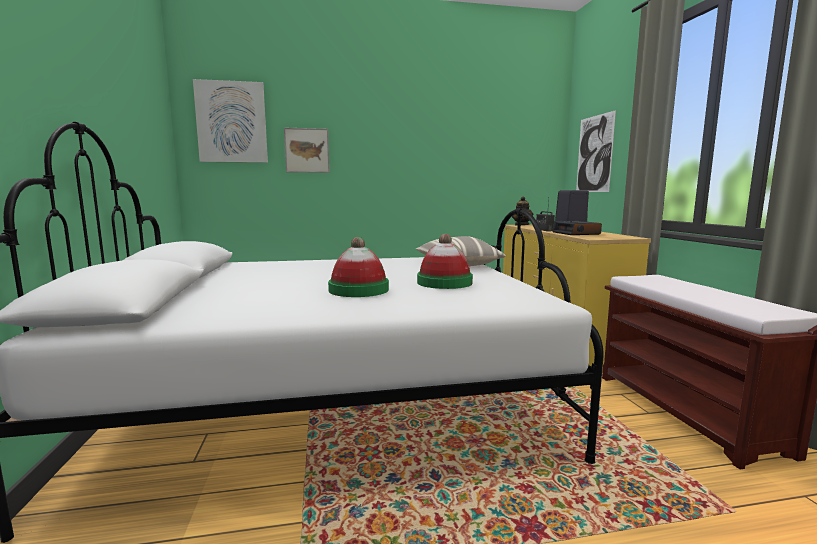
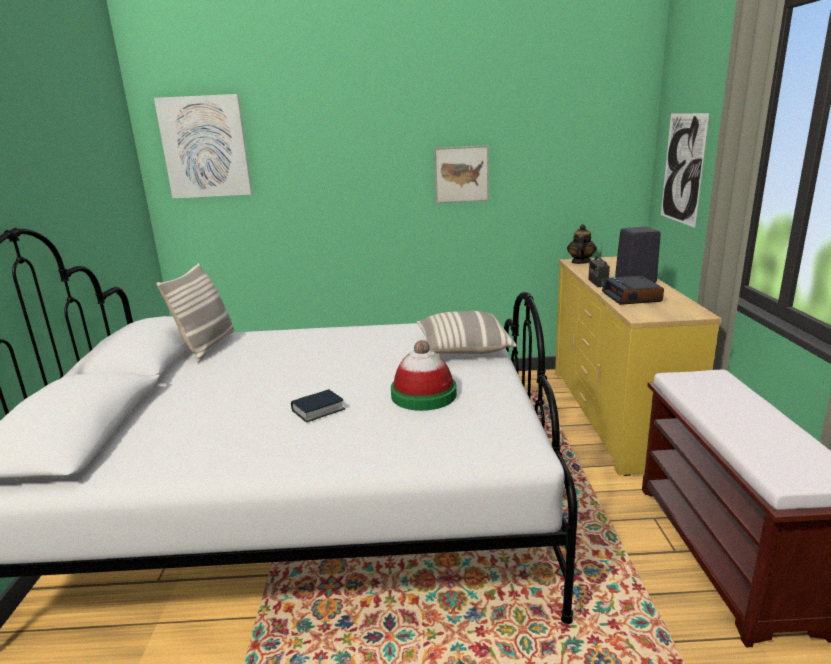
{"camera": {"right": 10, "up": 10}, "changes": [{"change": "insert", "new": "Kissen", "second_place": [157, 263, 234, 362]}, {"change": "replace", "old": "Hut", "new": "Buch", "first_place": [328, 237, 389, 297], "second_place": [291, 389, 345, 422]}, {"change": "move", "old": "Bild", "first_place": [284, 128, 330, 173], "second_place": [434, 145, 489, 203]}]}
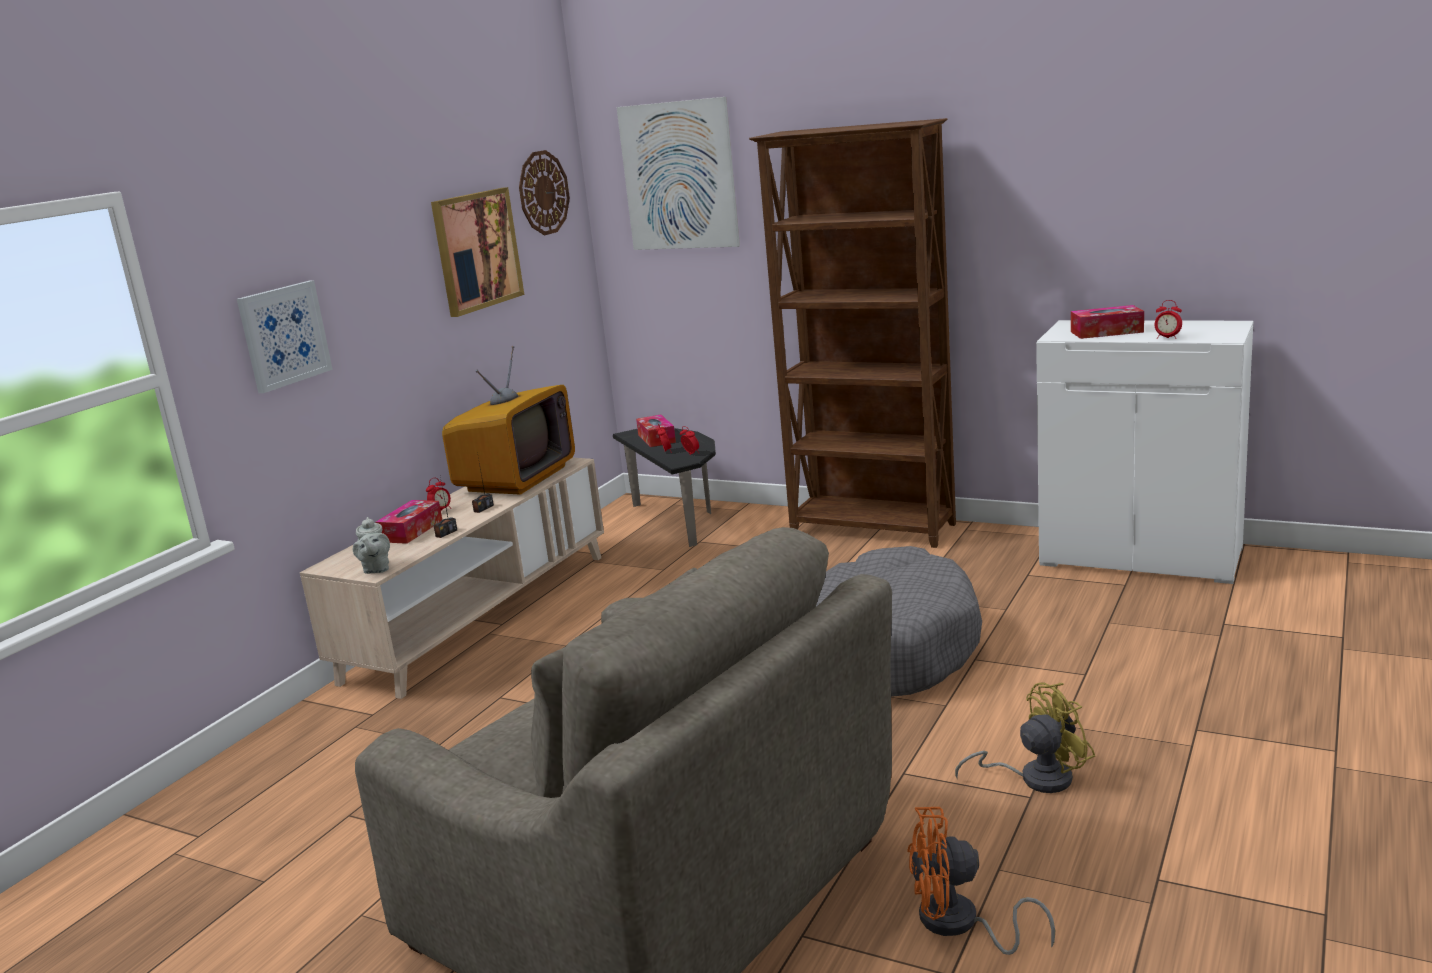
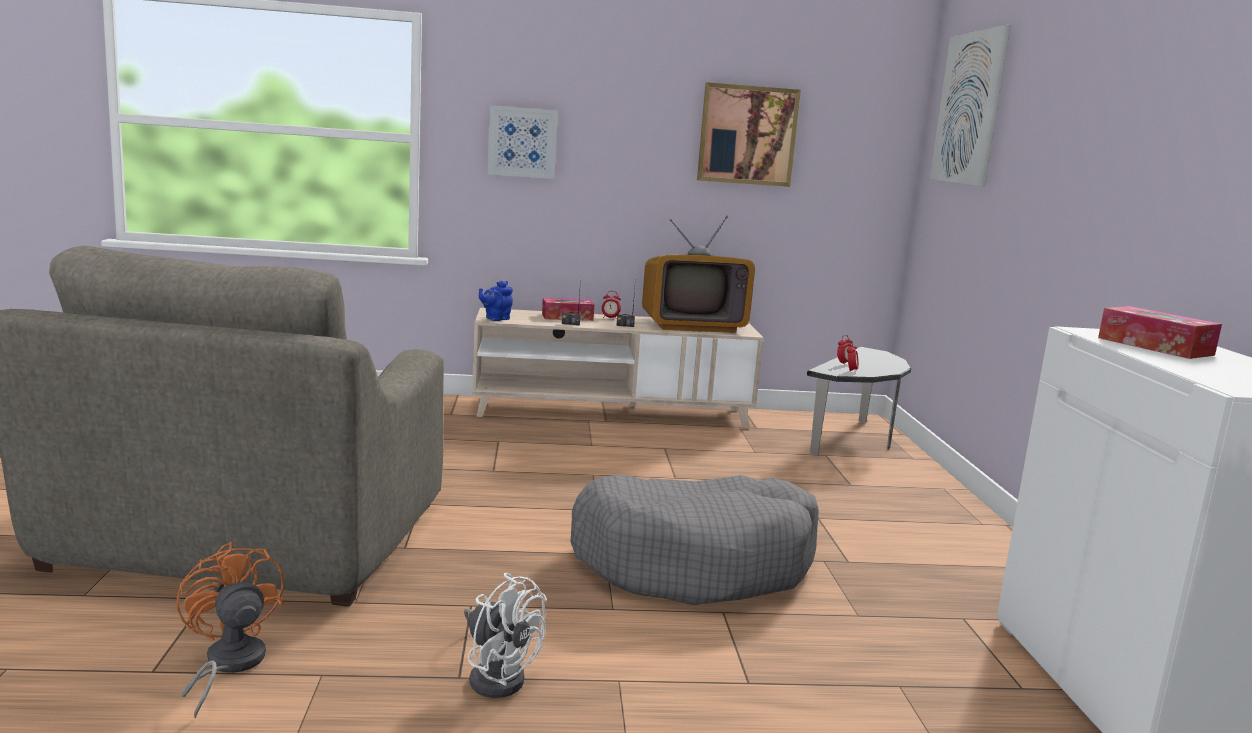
{"camera": {"right": 55, "up": -5}, "changes": [{"change": "recolor", "old": "Ventilator/gelb", "new": "Ventilator/weiß", "first_place": [955, 682, 1095, 793], "second_place": [464, 573, 547, 698]}, {"change": "recolor", "old": "Teekanne/grau", "new": "Teekanne/blau", "first_place": [353, 517, 390, 574], "second_place": [479, 281, 513, 321]}, {"change": "delete", "old": "Wanduhr", "first_place": [519, 150, 570, 235]}, {"change": "delete", "old": "Taschentuchbox", "first_place": [636, 415, 676, 447]}, {"change": "delete", "old": "Bücherregal/braun", "first_place": [749, 118, 956, 548]}, {"change": "delete", "old": "Wecker", "first_place": [1155, 300, 1182, 339]}]}
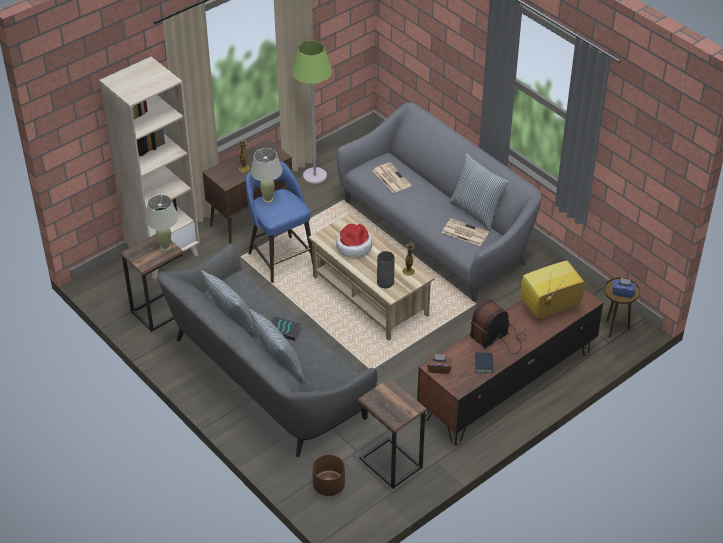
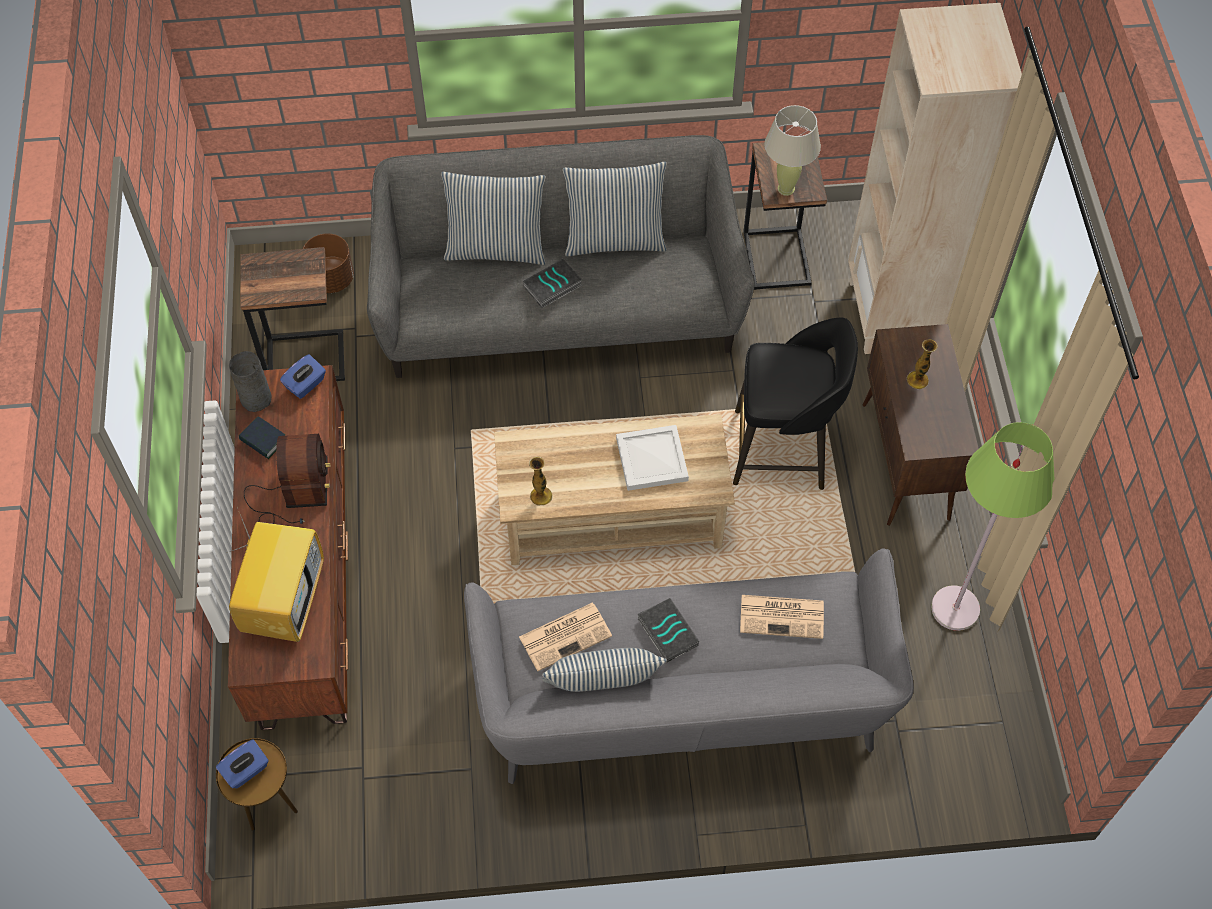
{"camera": {"right": 125, "up": 15}, "changes": [{"change": "move", "old": "Vase/grau", "first_place": [377, 251, 395, 288], "second_place": [229, 351, 272, 412]}, {"change": "recolor", "old": "Taschentuchbox/braun", "new": "Taschentuchbox/blau", "first_place": [427, 354, 452, 374], "second_place": [280, 354, 326, 399]}, {"change": "replace", "old": "Hut", "new": "Tablett/weiß", "first_place": [336, 224, 372, 258], "second_place": [616, 425, 689, 491]}, {"change": "insert", "new": "Buch", "second_place": [638, 598, 699, 663]}, {"change": "recolor", "old": "Hocker/blau", "new": "Hocker/schwarz", "first_place": [246, 161, 313, 283], "second_place": [733, 318, 858, 490]}, {"change": "delete", "old": "Tischlampe/beige", "first_place": [250, 148, 282, 203]}]}
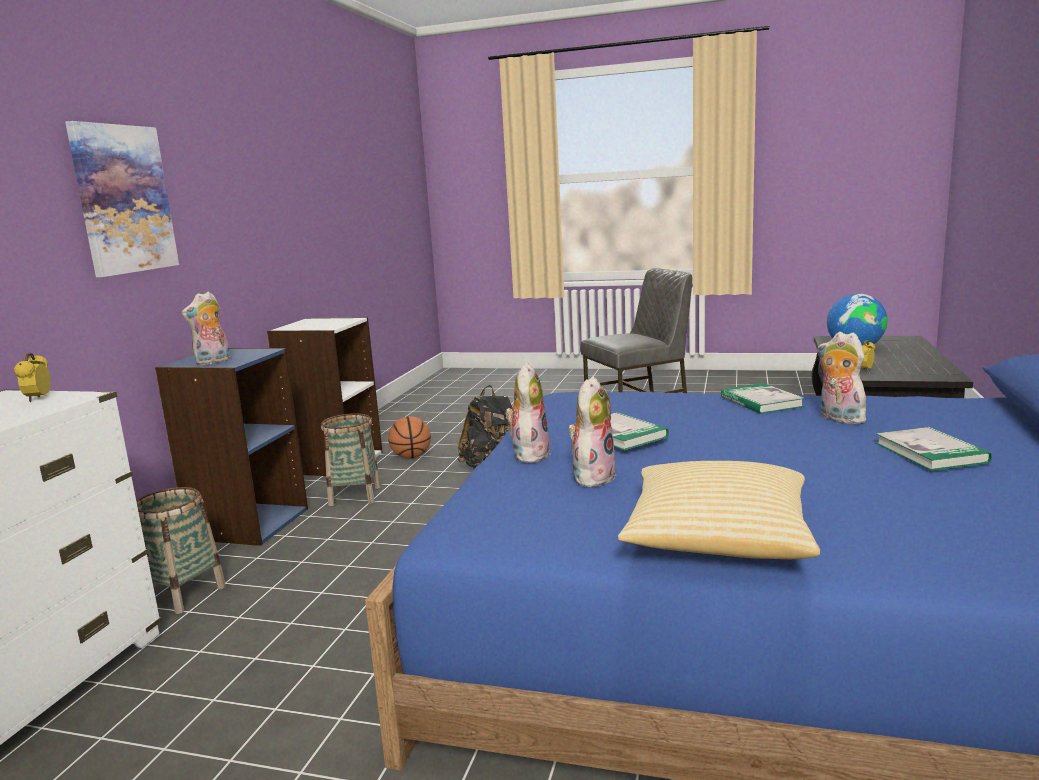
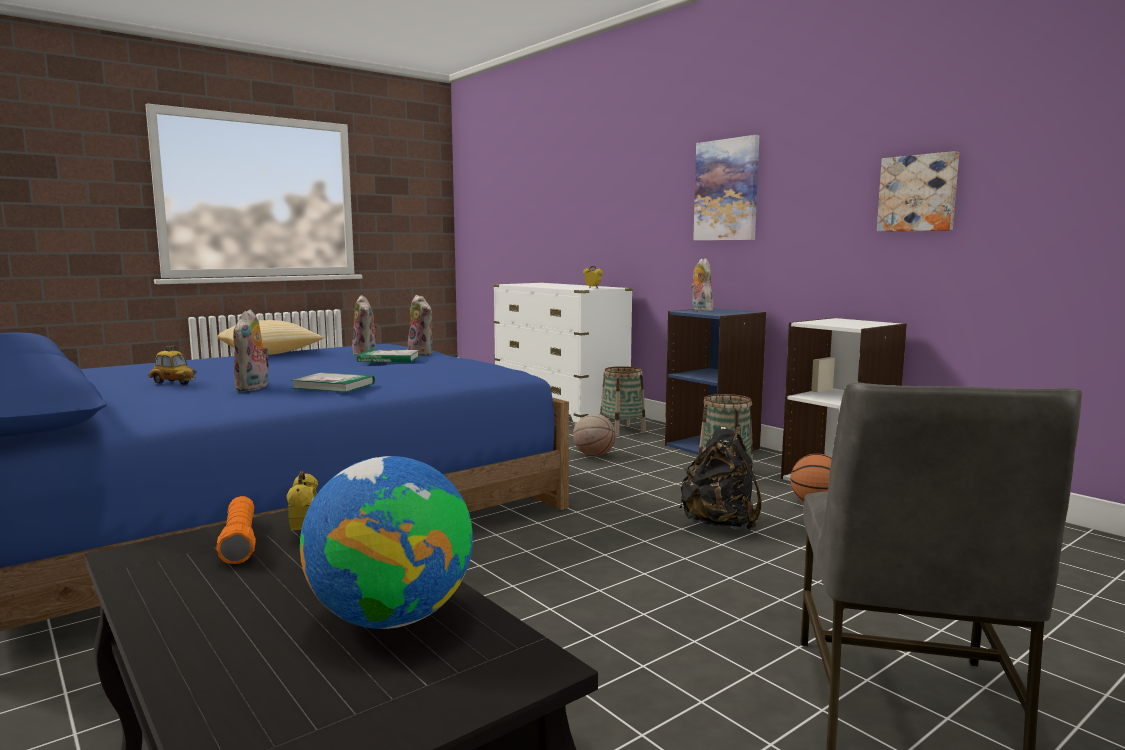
{"camera": {"right": 125, "up": -5}, "changes": [{"change": "replace", "old": "Buch", "new": "Spielzeugauto", "first_place": [876, 427, 992, 471], "second_place": [148, 346, 197, 385]}, {"change": "insert", "new": "Taschenlampe/orange", "second_place": [216, 496, 256, 564]}, {"change": "rotate", "old": "Plüschtier", "first_place": [817, 332, 866, 424], "second_place": [233, 309, 270, 391], "degrees": 90}, {"change": "insert", "new": "Basketball", "second_place": [573, 414, 616, 457]}, {"change": "insert", "new": "Bild", "second_place": [877, 151, 959, 232]}]}
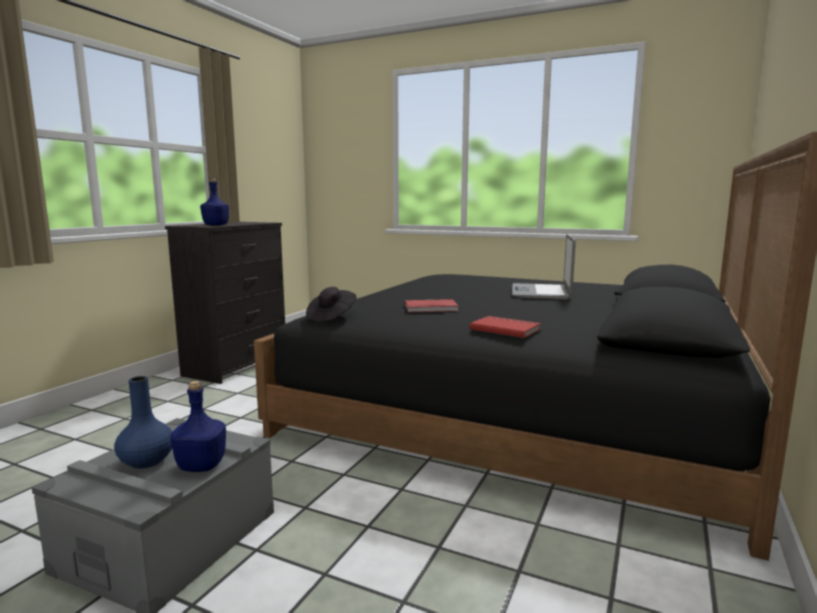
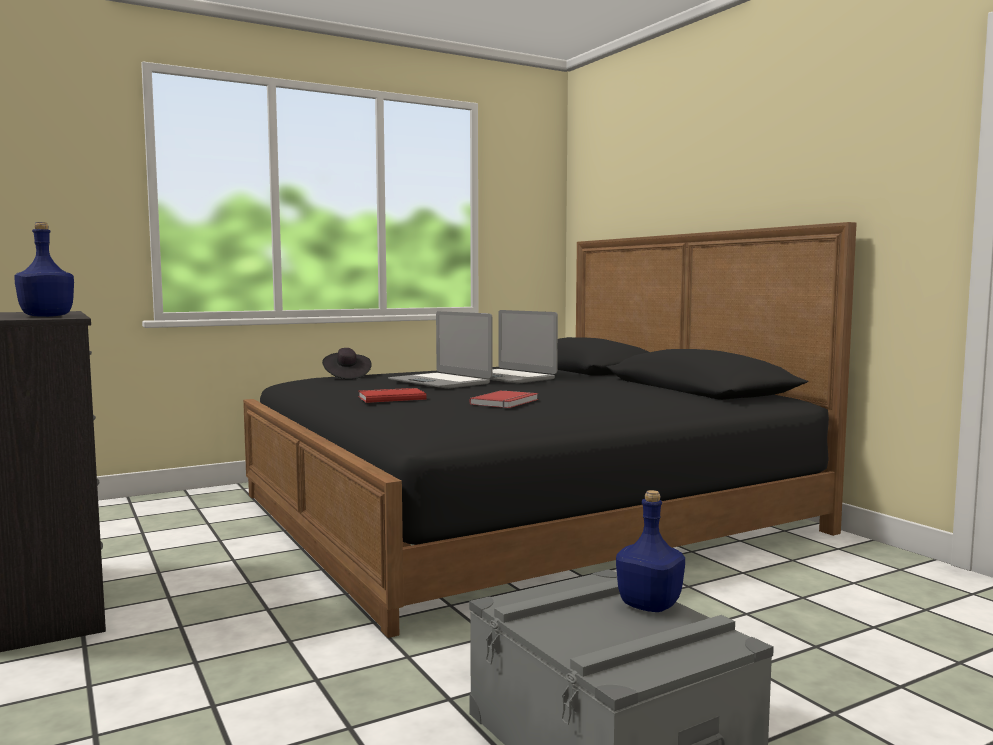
{"camera": {"right": -55, "up": -5}, "changes": [{"change": "move", "old": "Hut/schwarz", "first_place": [306, 287, 357, 322], "second_place": [322, 348, 372, 379]}, {"change": "move", "old": "Buch/rot", "first_place": [469, 316, 542, 338], "second_place": [358, 388, 427, 403]}, {"change": "insert", "new": "Laptop", "second_place": [388, 311, 492, 389]}, {"change": "delete", "old": "Vase/blau", "first_place": [114, 376, 173, 469]}]}
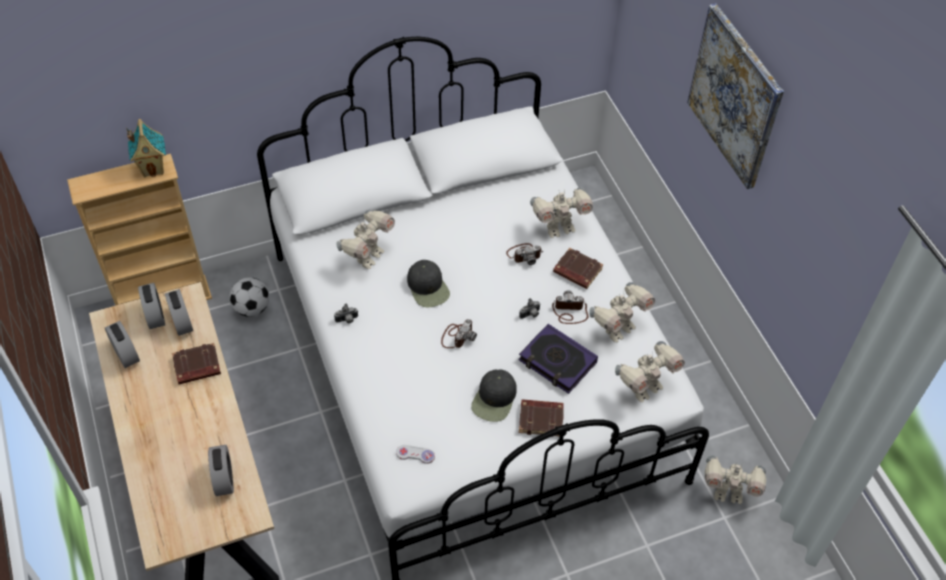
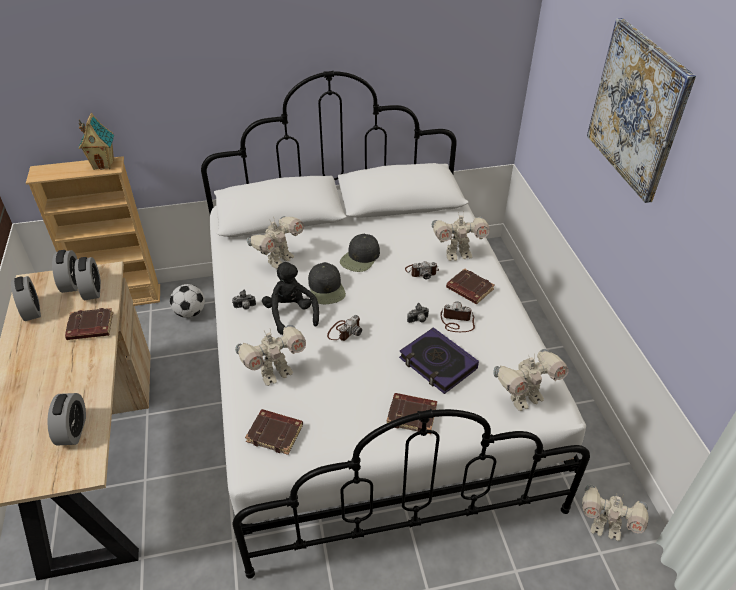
{"camera": {"right": 10, "up": -10}, "changes": [{"change": "move", "old": "Spielzeugroboter", "first_place": [589, 282, 655, 342], "second_place": [235, 324, 306, 386]}, {"change": "replace", "old": "Gamepad/weiß", "new": "Buch/braun", "first_place": [396, 445, 435, 464], "second_place": [245, 409, 303, 455]}, {"change": "insert", "new": "Plüschtier/schwarz", "second_place": [262, 262, 319, 335]}, {"change": "move", "old": "Kappe/schwarz", "first_place": [471, 369, 517, 422], "second_place": [340, 233, 380, 272]}]}
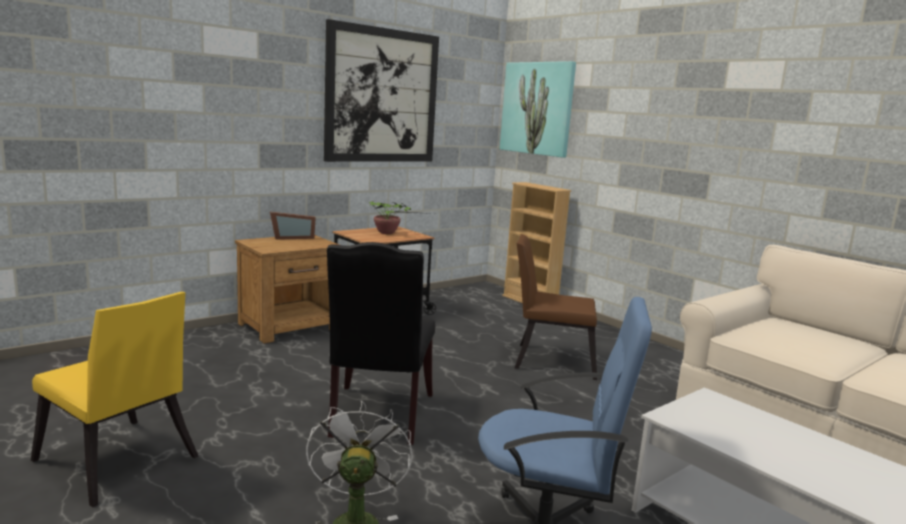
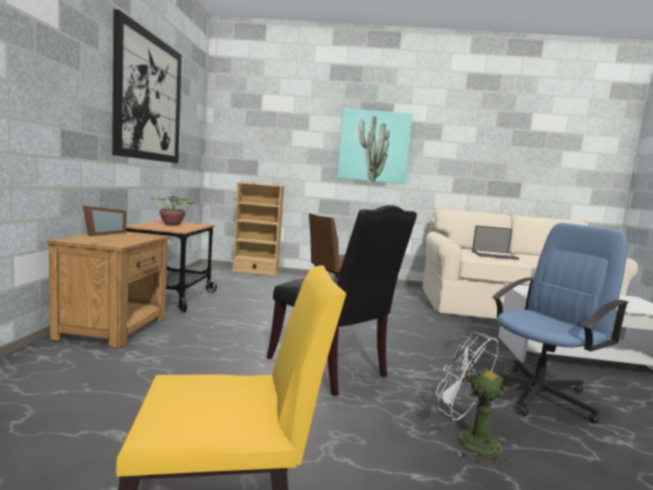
{"camera": {"right": -45, "up": -5}, "changes": [{"change": "move", "old": "Bild", "first_place": [500, 61, 576, 157], "second_place": [337, 108, 413, 184]}, {"change": "insert", "new": "Laptop", "second_place": [472, 225, 519, 260]}]}
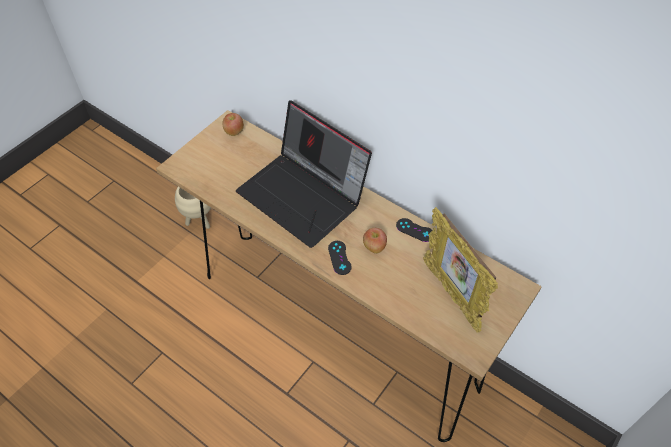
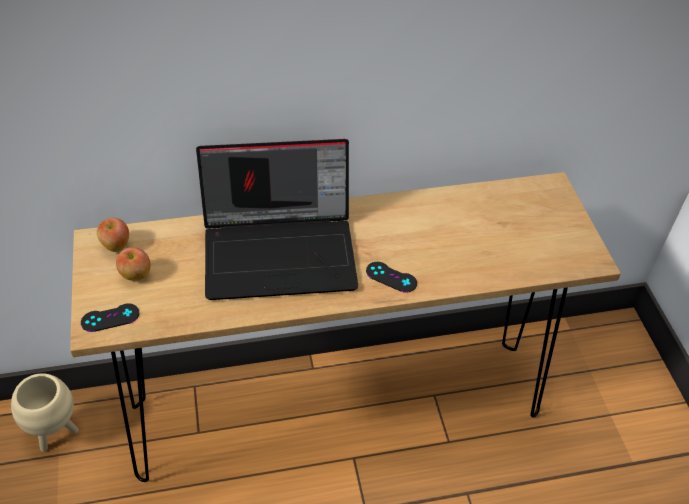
{"camera": {"right": -50, "up": -5}, "changes": [{"change": "move", "old": "Gamepad/schwarz", "first_place": [396, 218, 432, 242], "second_place": [81, 303, 139, 332]}, {"change": "move", "old": "Apfel", "first_place": [363, 228, 387, 254], "second_place": [116, 247, 150, 281]}, {"change": "delete", "old": "Bilderrahmen", "first_place": [423, 207, 498, 333]}]}
